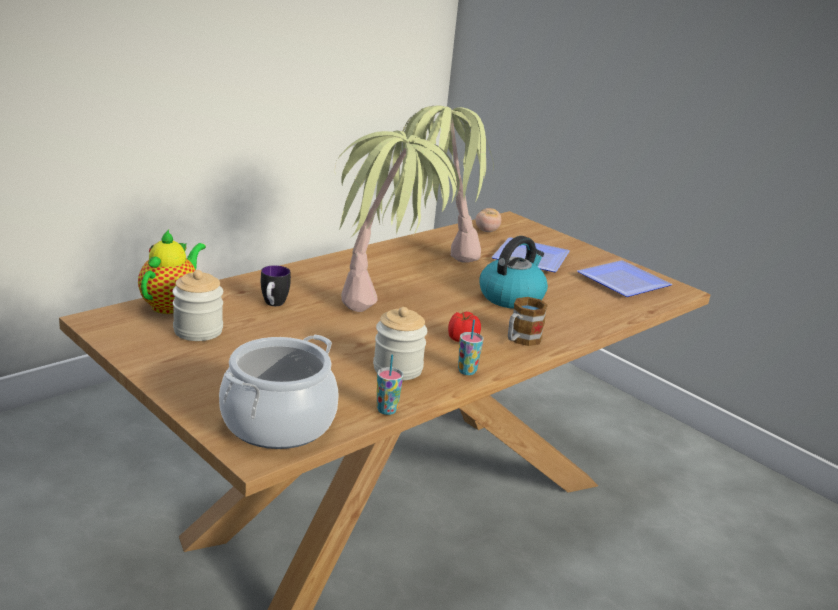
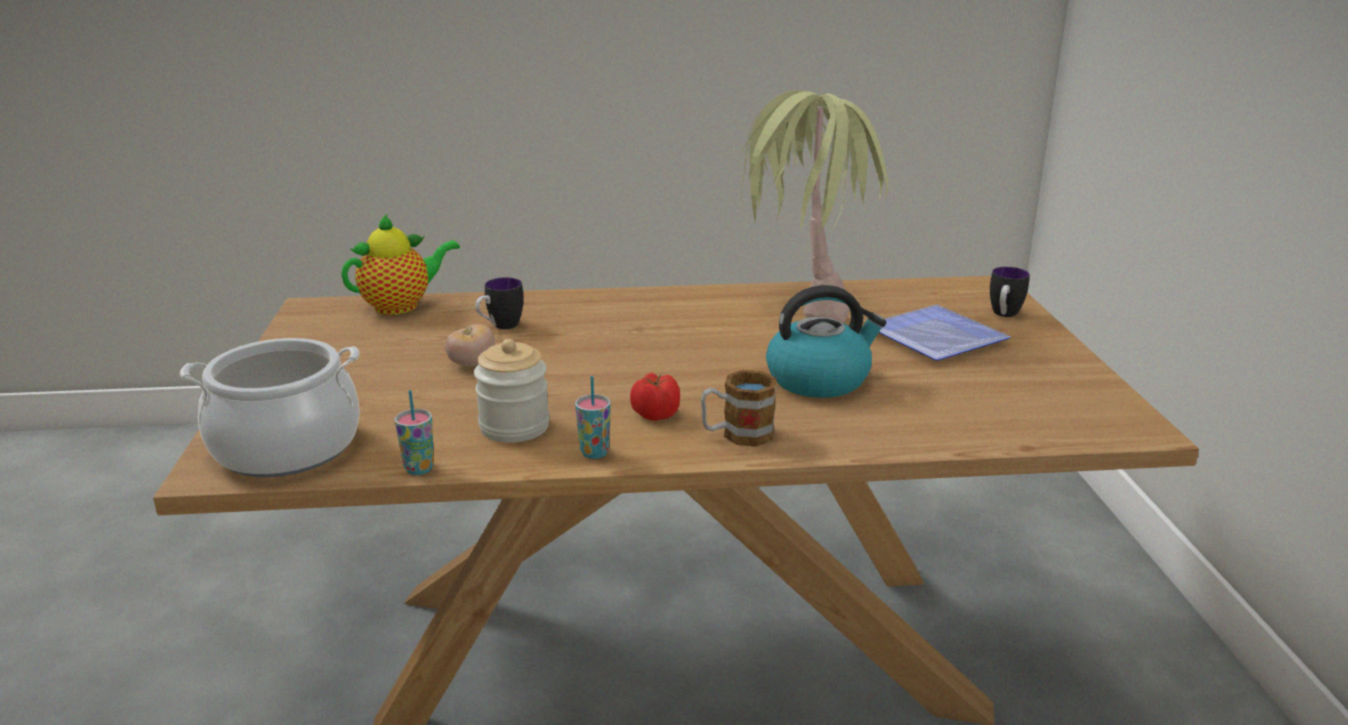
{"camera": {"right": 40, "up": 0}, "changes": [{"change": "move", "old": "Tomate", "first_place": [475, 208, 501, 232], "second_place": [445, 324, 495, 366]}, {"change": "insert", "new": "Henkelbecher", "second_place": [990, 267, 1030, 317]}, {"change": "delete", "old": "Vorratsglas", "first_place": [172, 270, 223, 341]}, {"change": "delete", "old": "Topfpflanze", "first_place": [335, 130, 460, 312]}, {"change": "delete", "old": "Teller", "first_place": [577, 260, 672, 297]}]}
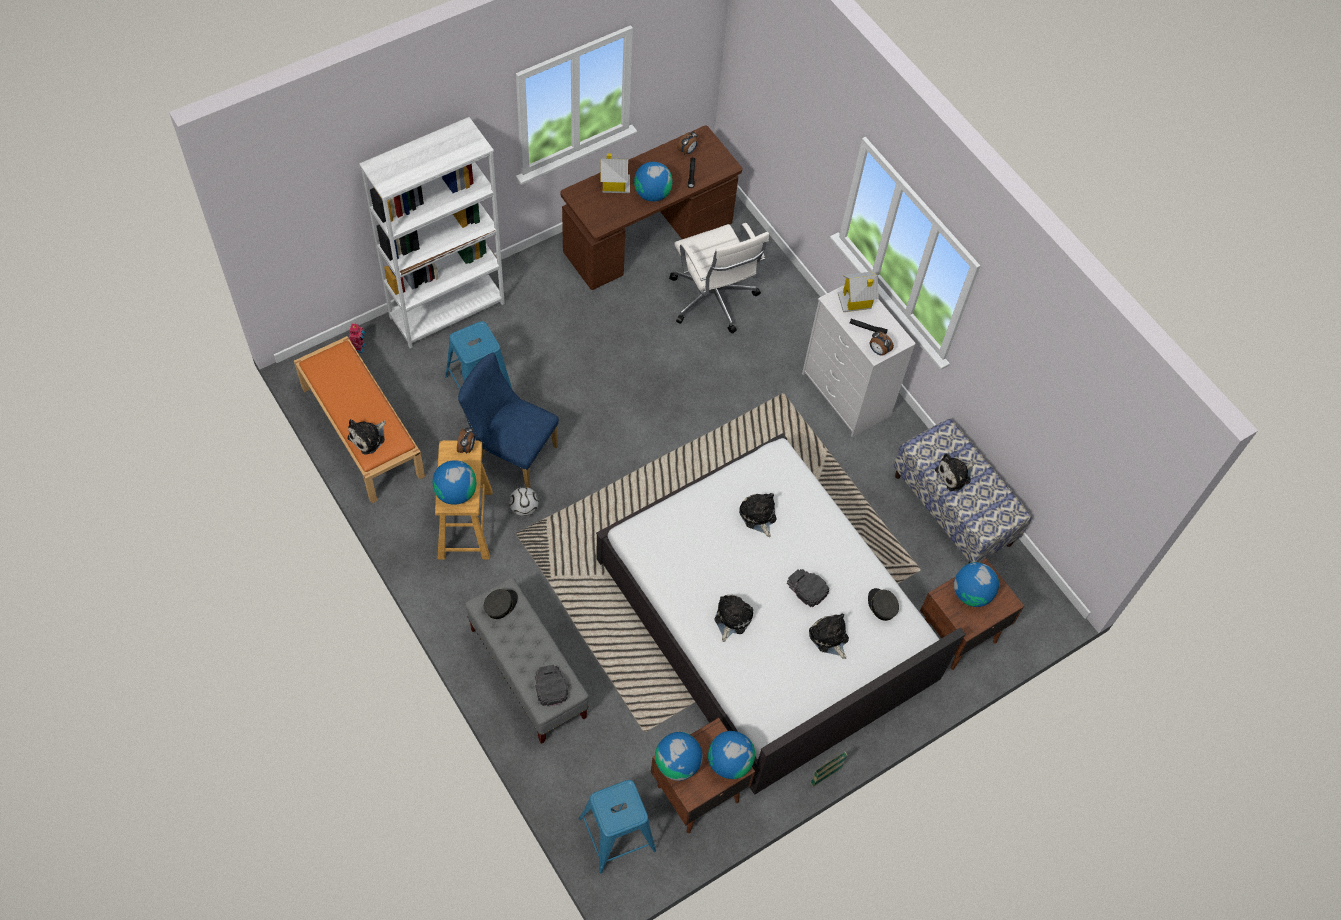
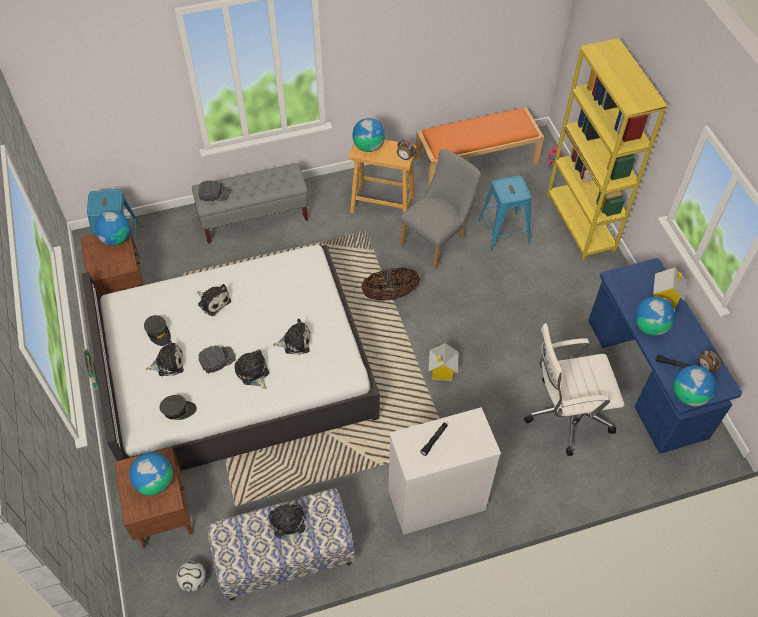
{"camera": {"right": 110, "up": -5}, "changes": [{"change": "move", "old": "Kappe/grau", "first_place": [484, 589, 518, 619], "second_place": [144, 315, 171, 346]}, {"change": "move", "old": "Fußball", "first_place": [509, 487, 539, 516], "second_place": [176, 561, 206, 592]}, {"change": "move", "old": "Plüschtier", "first_place": [347, 419, 386, 455], "second_place": [234, 350, 269, 389]}, {"change": "insert", "new": "Korb", "second_place": [361, 268, 420, 301]}, {"change": "recolor", "old": "Stuhl/blau", "new": "Stuhl/grau", "first_place": [458, 353, 559, 488], "second_place": [400, 149, 481, 269]}, {"change": "move", "old": "Spielzeughaus", "first_place": [838, 272, 879, 312], "second_place": [429, 343, 459, 381]}, {"change": "recolor", "old": "Bücherregal/weiß", "new": "Bücherregal/gelb", "first_place": [359, 117, 505, 349], "second_place": [547, 38, 668, 260]}, {"change": "recolor", "old": "Schreibtisch/braun", "new": "Schreibtisch/blau", "first_place": [560, 126, 742, 290], "second_place": [588, 258, 742, 454]}, {"change": "move", "old": "Globus", "first_place": [708, 731, 755, 779], "second_place": [673, 365, 716, 406]}, {"change": "delete", "old": "Wecker", "first_place": [870, 332, 894, 356]}]}
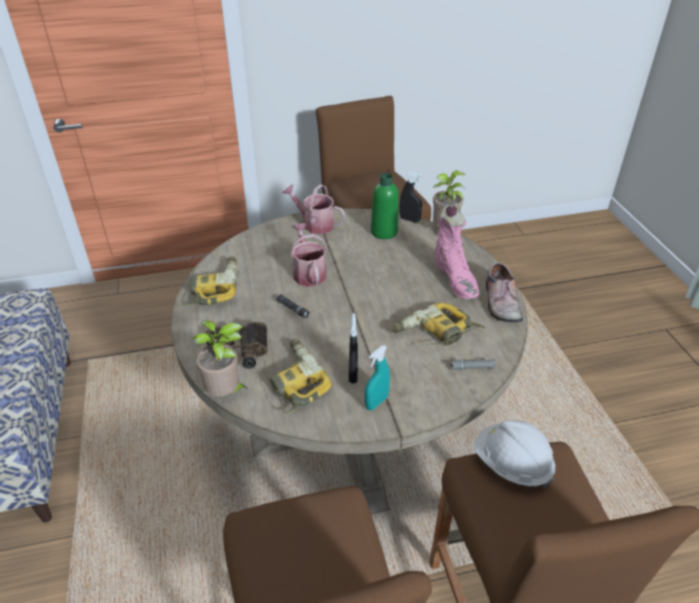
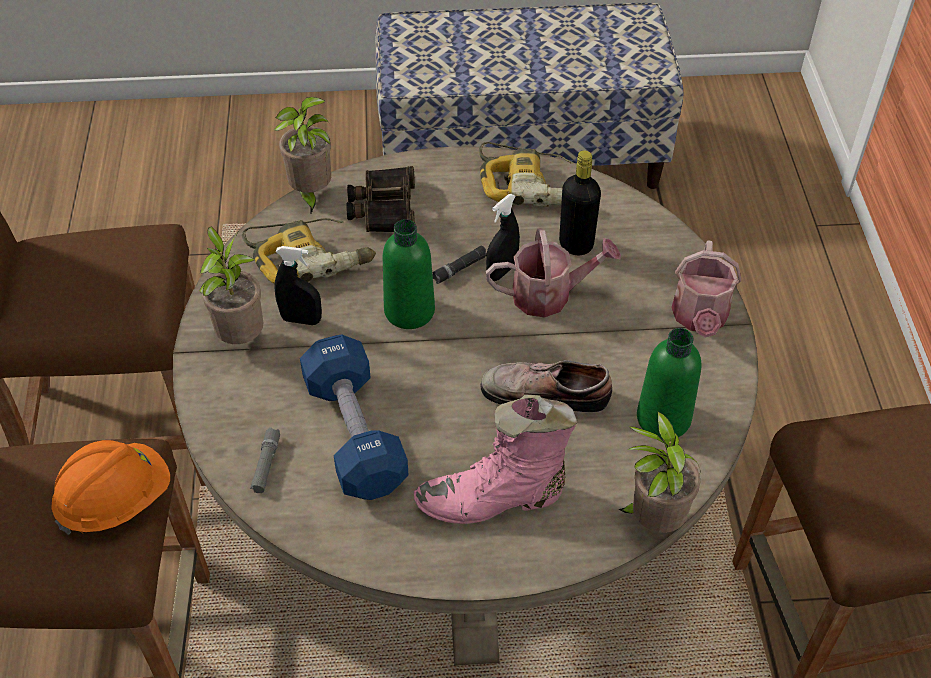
{"camera": {"right": 100, "up": 10}, "changes": [{"change": "recolor", "old": "Schutzhelm/weiß", "new": "Schutzhelm/orange", "first_place": [474, 420, 555, 488], "second_place": [51, 440, 170, 535]}, {"change": "replace", "old": "Sprühflasche/türkis", "new": "Topfpflanze", "first_place": [365, 345, 390, 410], "second_place": [199, 226, 263, 344]}, {"change": "replace", "old": "Bohrmaschine", "new": "Hantel/blau", "first_place": [391, 303, 485, 347], "second_place": [300, 334, 409, 500]}, {"change": "insert", "new": "Flasche/grün", "second_place": [383, 219, 435, 329]}, {"change": "move", "old": "Schuh", "first_place": [486, 263, 523, 322], "second_place": [481, 360, 612, 412]}, {"change": "move", "old": "Sprühflasche/schwarz", "first_place": [400, 171, 422, 222], "second_place": [486, 194, 520, 281]}, {"change": "insert", "new": "Flasche/schwarz", "second_place": [559, 150, 601, 255]}, {"change": "rotate", "old": "Gießkanne", "first_place": [282, 184, 346, 234], "second_place": [671, 241, 741, 338], "degrees": 150}]}
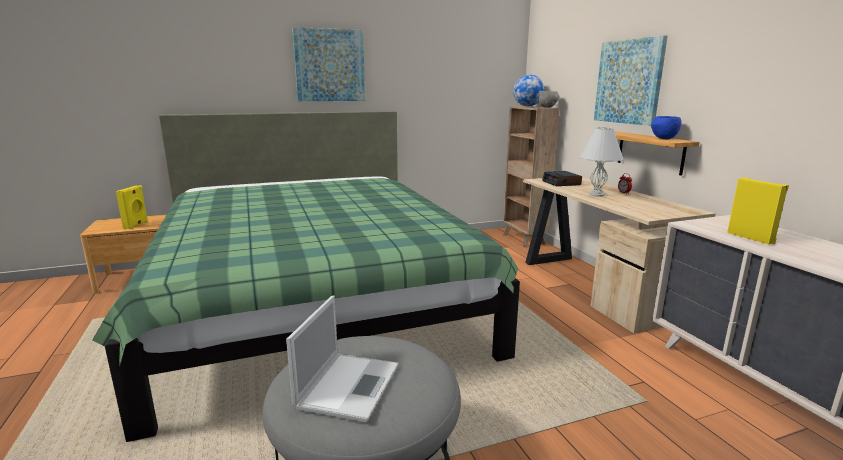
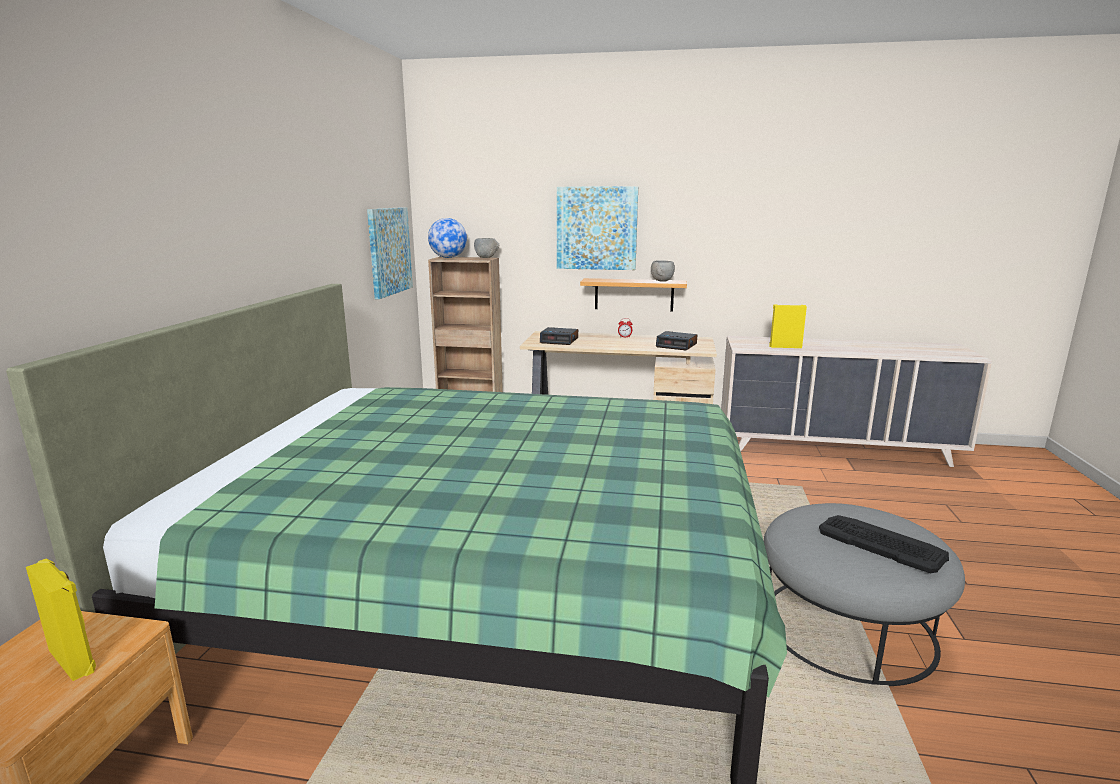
{"camera": {"right": -60, "up": 0}, "changes": [{"change": "move", "old": "Bild", "first_place": [292, 27, 365, 101], "second_place": [367, 207, 413, 299]}, {"change": "recolor", "old": "Schüssel/blau", "new": "Schüssel/grau", "first_place": [651, 116, 682, 139], "second_place": [651, 260, 675, 282]}, {"change": "insert", "new": "Wecker", "second_place": [656, 331, 697, 351]}, {"change": "replace", "old": "Laptop", "new": "Tastatur", "first_place": [286, 296, 399, 423], "second_place": [819, 515, 949, 573]}, {"change": "delete", "old": "Tischlampe/weiß", "first_place": [579, 126, 623, 197]}]}
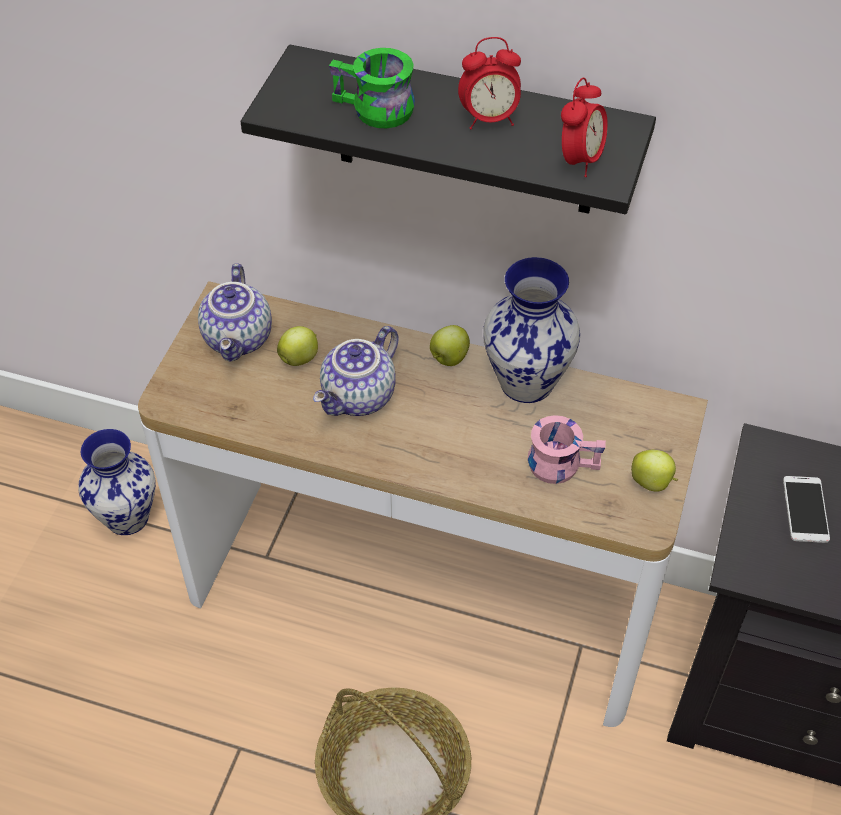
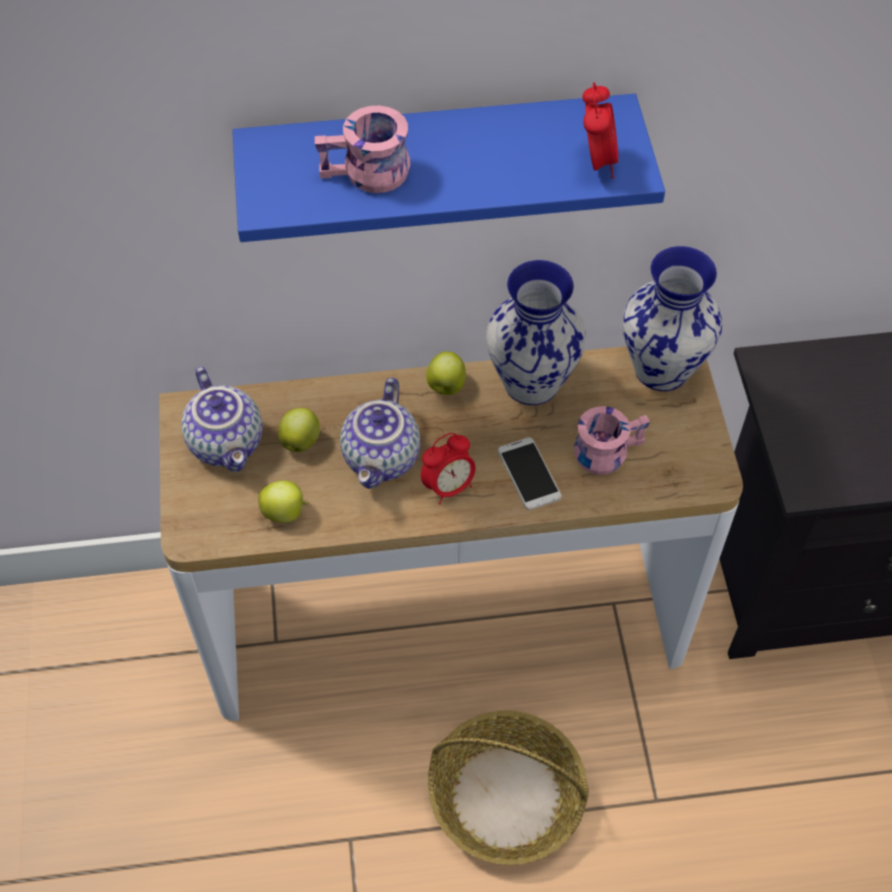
{"camera": {"right": -25, "up": 5}, "changes": [{"change": "recolor", "old": "Wandregal/schwarz", "new": "Wandregal/blau", "first_place": [241, 45, 656, 214], "second_place": [232, 94, 665, 242]}, {"change": "move", "old": "Apfel", "first_place": [631, 450, 678, 492], "second_place": [258, 480, 308, 523]}, {"change": "recolor", "old": "Henkelbecher/grün", "new": "Henkelbecher/rosa", "first_place": [329, 48, 415, 128], "second_place": [315, 106, 410, 193]}, {"change": "move", "old": "Wecker", "first_place": [458, 37, 521, 129], "second_place": [421, 433, 475, 505]}, {"change": "move", "old": "Handy", "first_place": [783, 476, 830, 543], "second_place": [498, 437, 562, 510]}, {"change": "move", "old": "Vase", "first_place": [78, 429, 156, 535], "second_place": [622, 246, 722, 391]}]}
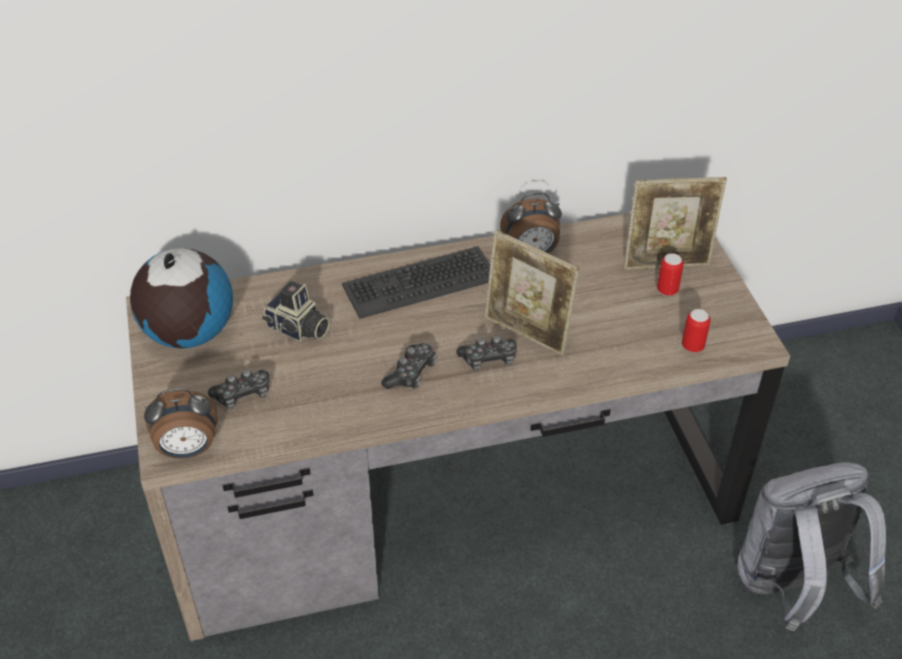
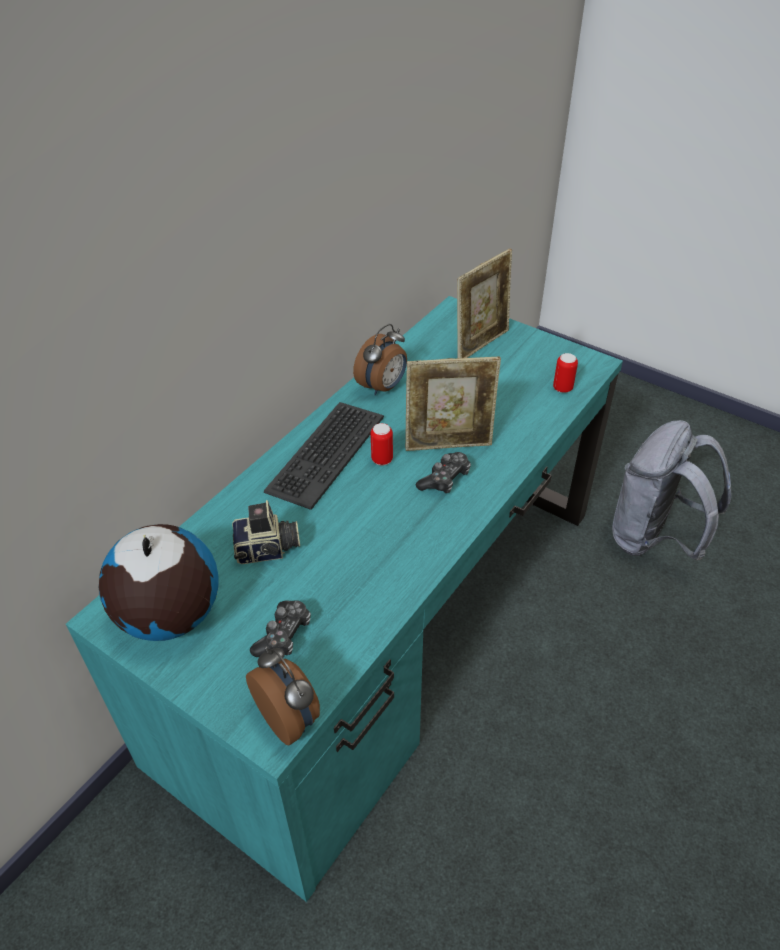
{"camera": {"right": -40, "up": 0}, "changes": [{"change": "recolor", "old": "Schreibtisch/braun", "new": "Schreibtisch/türkis", "first_place": [126, 213, 790, 641], "second_place": [66, 296, 623, 902]}, {"change": "rotate", "old": "Wecker", "first_place": [144, 389, 218, 459], "second_place": [246, 647, 320, 746], "degrees": -75}, {"change": "move", "old": "Dose", "first_place": [657, 253, 684, 296], "second_place": [371, 423, 393, 465]}, {"change": "delete", "old": "Gamepad", "first_place": [381, 343, 437, 389]}]}
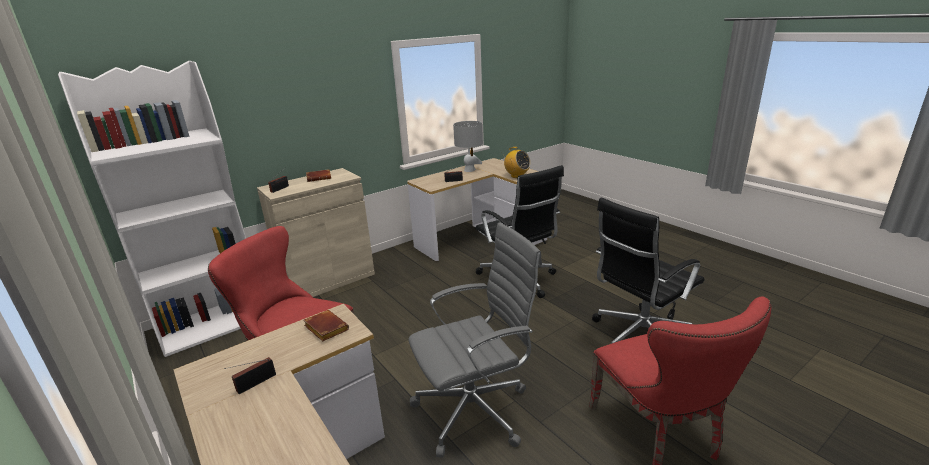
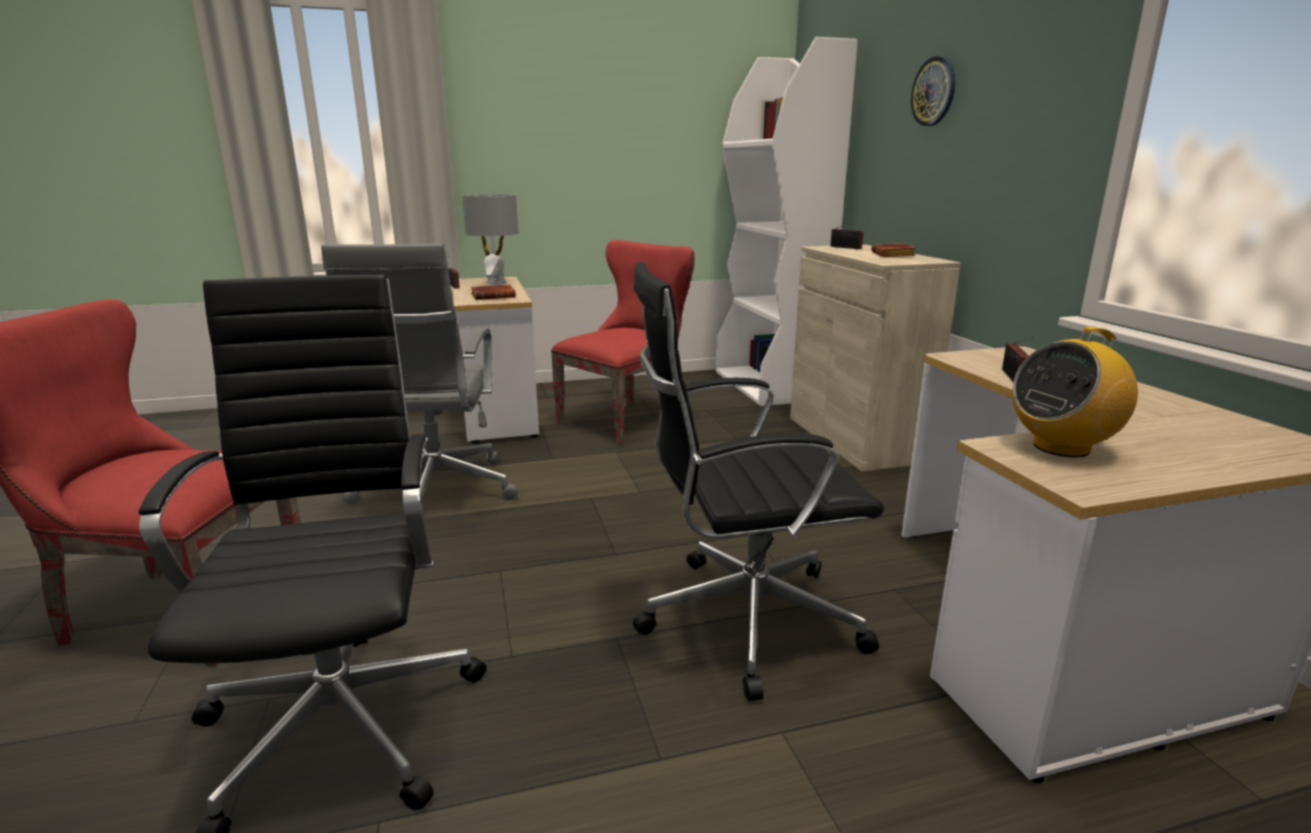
{"camera": {"right": 110, "up": -5}, "changes": [{"change": "move", "old": "Tischlampe/grau", "first_place": [453, 121, 483, 172], "second_place": [462, 194, 519, 285]}, {"change": "insert", "new": "Wanduhr", "second_place": [911, 56, 956, 126]}]}
